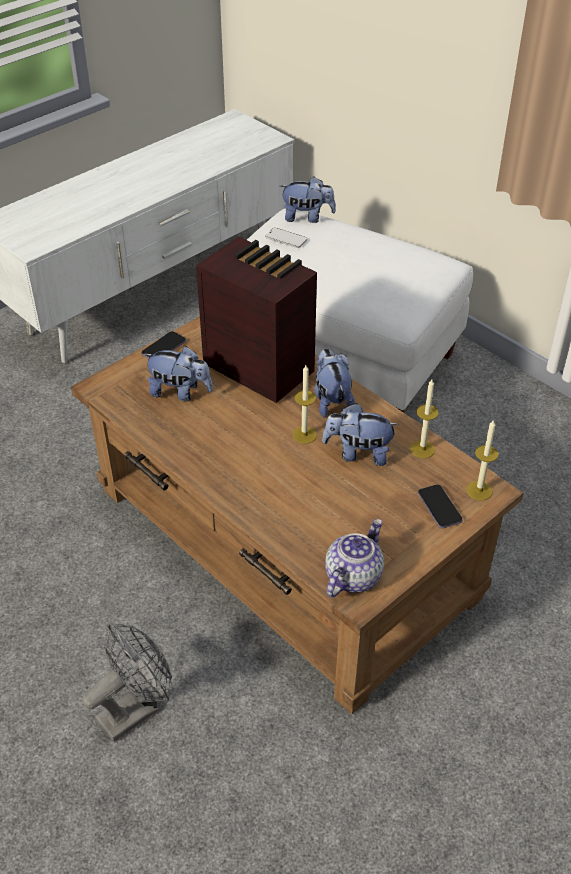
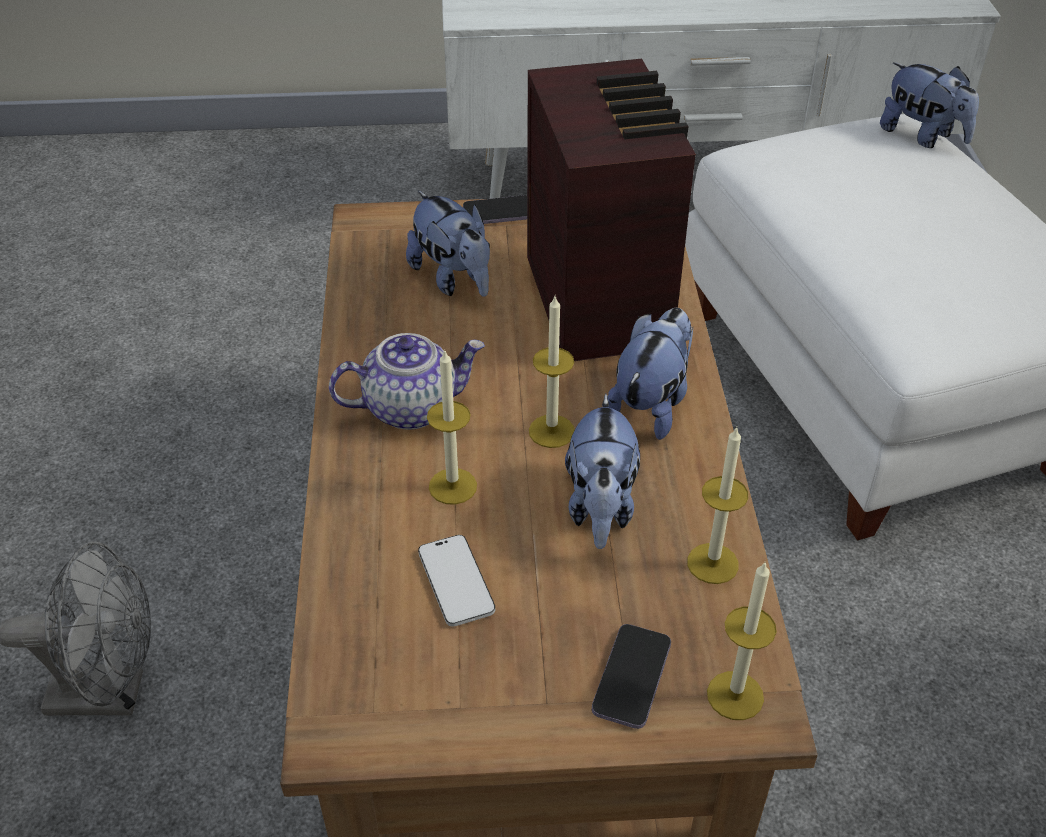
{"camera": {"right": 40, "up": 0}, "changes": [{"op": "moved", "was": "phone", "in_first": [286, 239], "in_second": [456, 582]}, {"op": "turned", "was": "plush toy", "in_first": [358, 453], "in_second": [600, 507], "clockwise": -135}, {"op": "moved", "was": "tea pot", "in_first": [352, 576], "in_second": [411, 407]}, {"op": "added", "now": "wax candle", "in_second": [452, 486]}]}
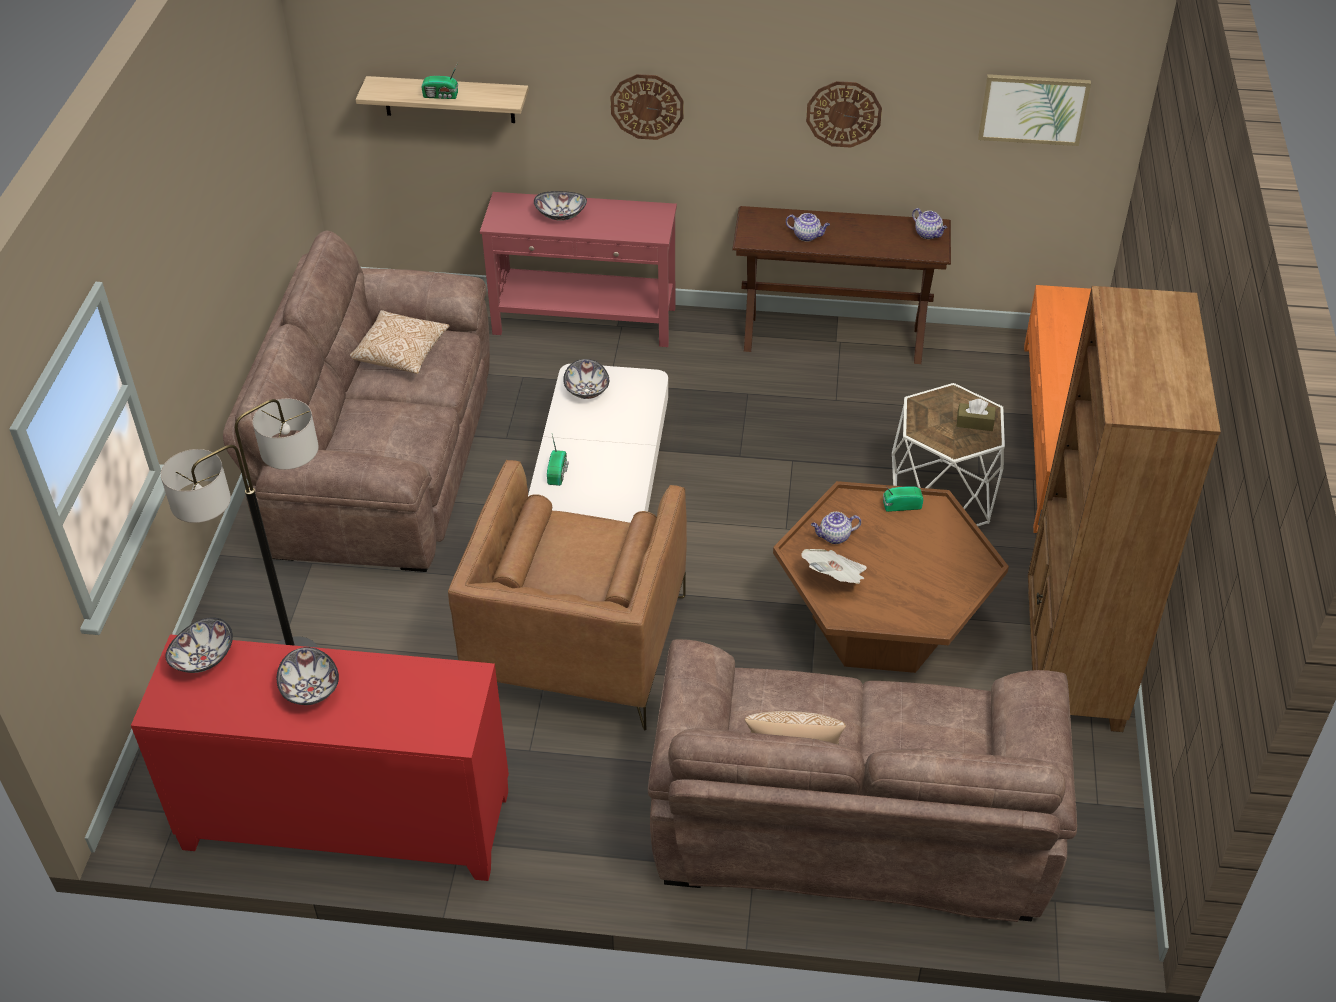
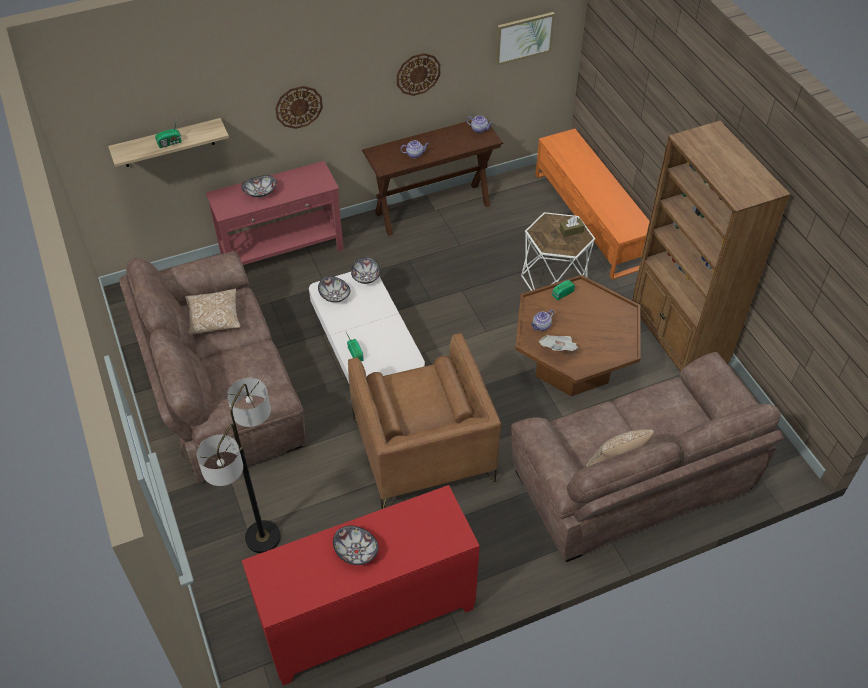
{"camera": {"right": -30, "up": 5}, "changes": [{"op": "moved", "was": "deep dish", "in_first": [203, 658], "in_second": [365, 277]}]}
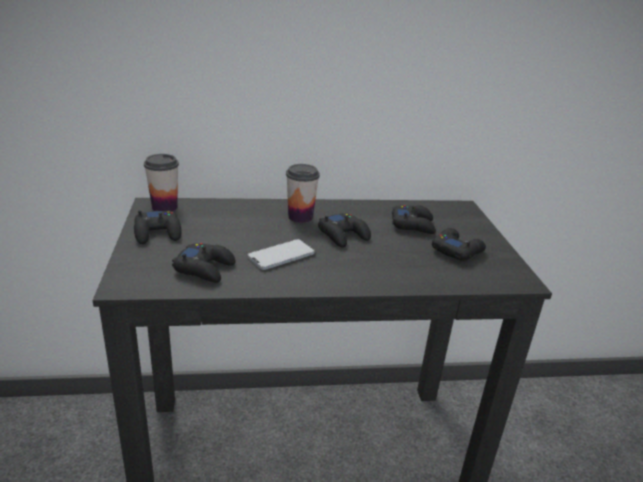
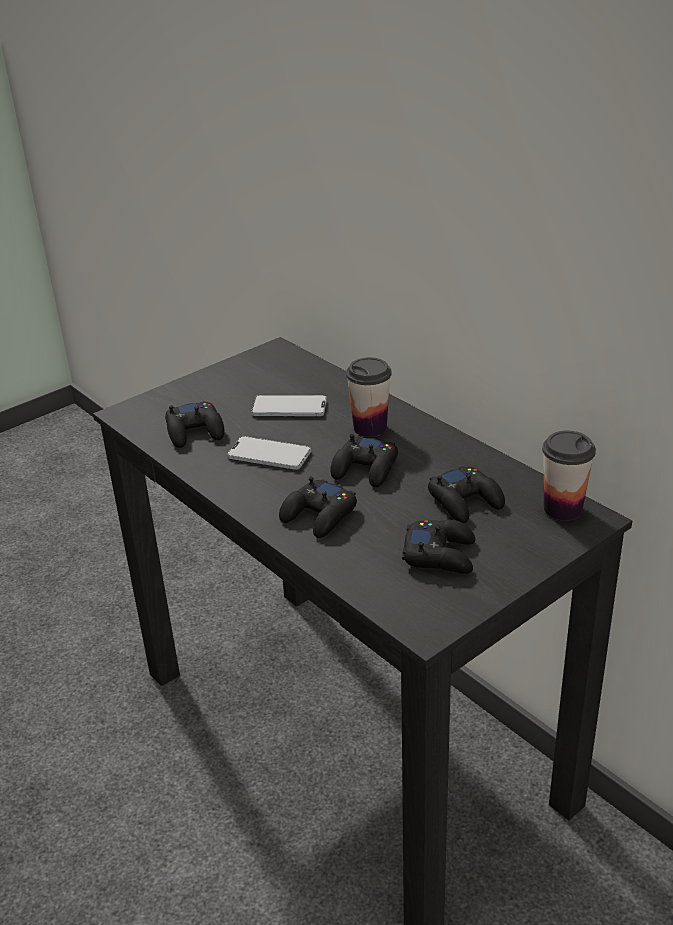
{"camera": {"right": 60, "up": 5}, "changes": [{"op": "moved", "was": "gamepad in black-coloured", "in_first": [158, 233], "in_second": [319, 516]}, {"op": "moved", "was": "drinking cup", "in_first": [164, 207], "in_second": [562, 509]}, {"op": "added", "now": "phone", "in_second": [289, 407]}]}
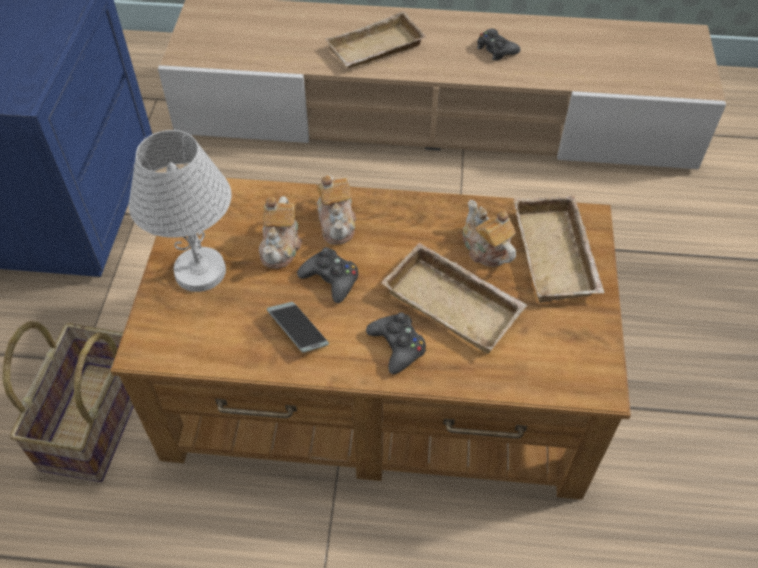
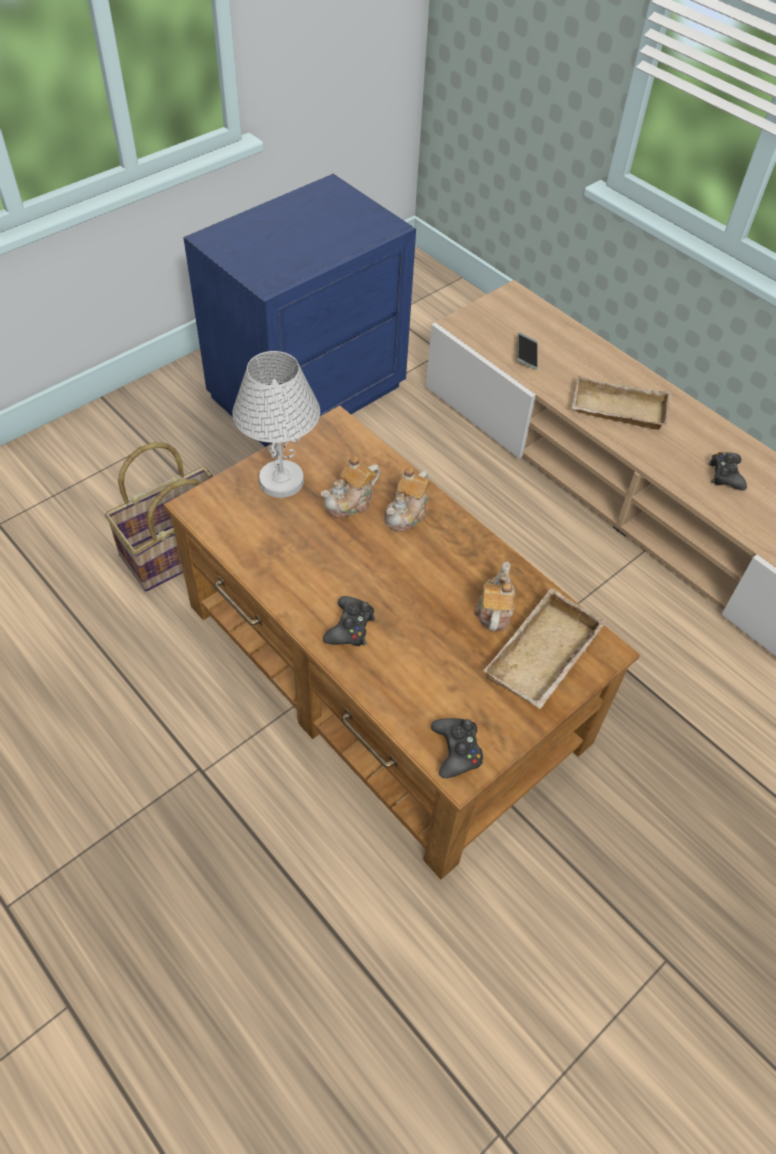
{"camera": {"right": 40, "up": 0}, "changes": [{"op": "moved", "was": "phone", "in_first": [298, 330], "in_second": [526, 355]}, {"op": "moved", "was": "gamepad in black-coloured", "in_first": [331, 279], "in_second": [457, 750]}, {"op": "removed", "was": "carrying tray in sand-coloured", "in_first": [456, 302]}]}
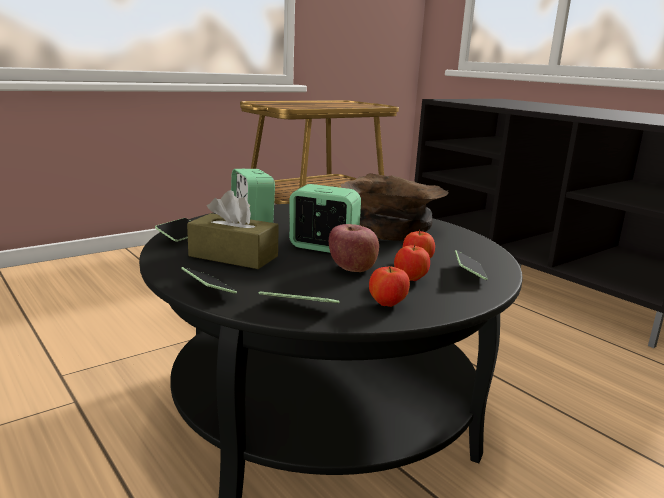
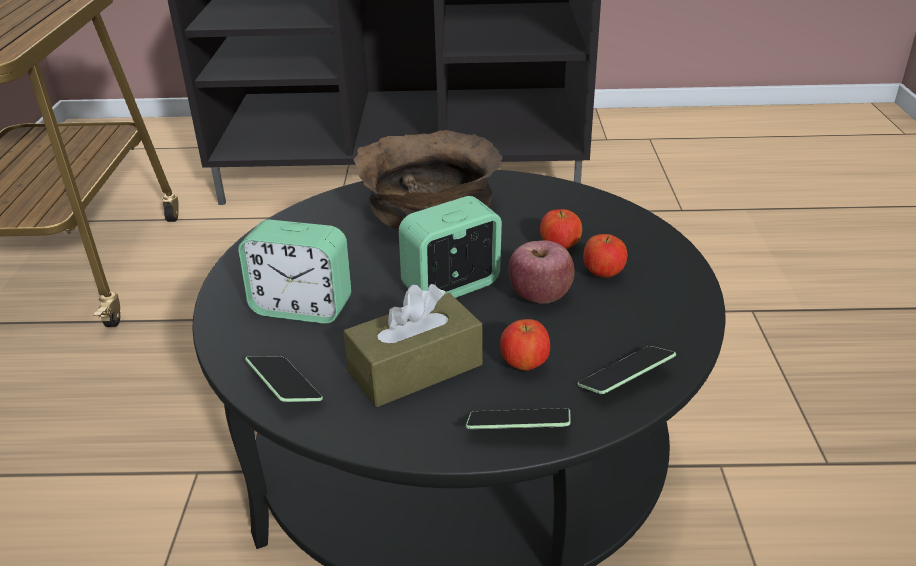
{"camera": {"right": -50, "up": 15}, "changes": [{"op": "moved", "was": "apple", "in_first": [387, 304], "in_second": [524, 365]}, {"op": "removed", "was": "phone", "in_first": [469, 273]}]}
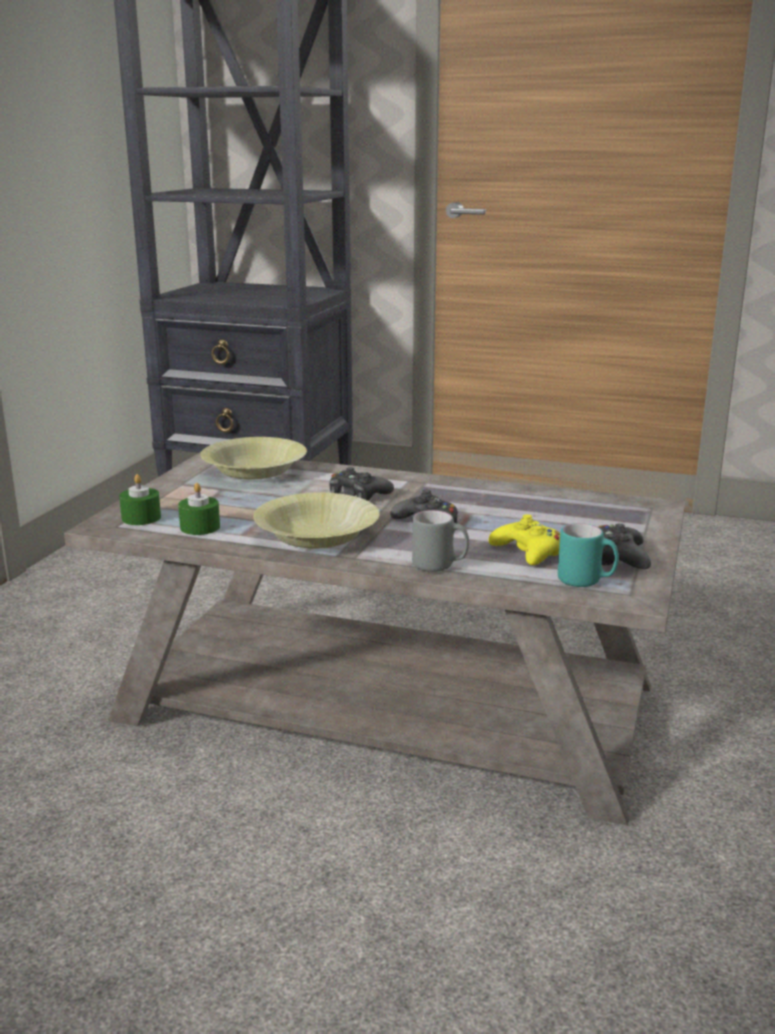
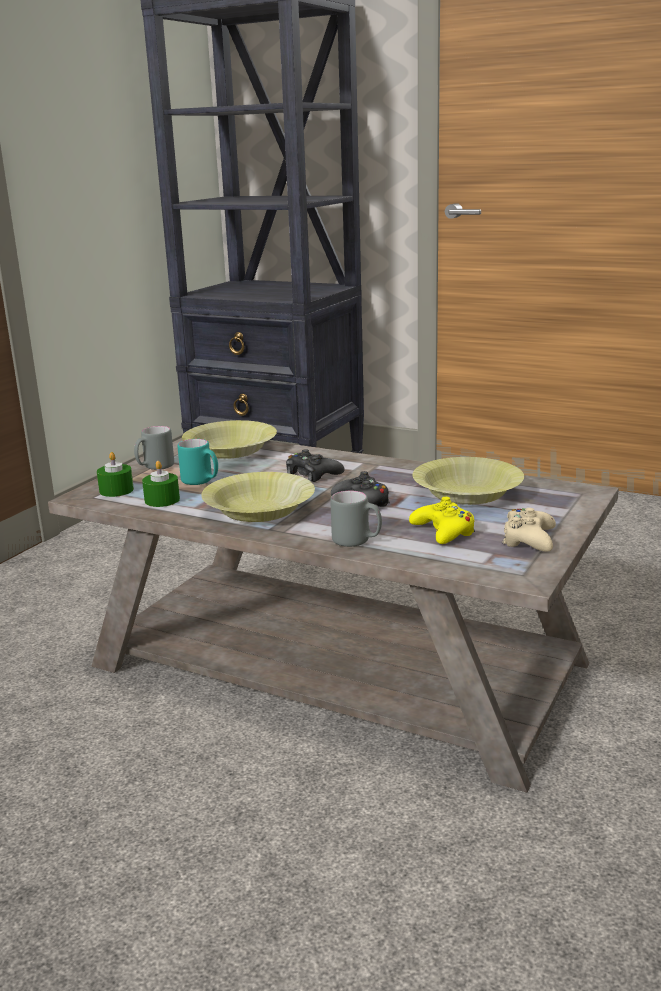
{"camera": {"right": 10, "up": 0}, "changes": [{"op": "moved", "was": "coffee mug in turquoise-coloured", "in_first": [586, 581], "in_second": [201, 482]}, {"op": "recoloured", "was": "gamepad in black-coloured", "now": "gamepad in sand-coloured", "in_first": [619, 557], "in_second": [528, 539]}, {"op": "added", "now": "coffee mug in grey", "in_second": [155, 467]}, {"op": "added", "now": "deep dish in yellow", "in_second": [467, 494]}]}
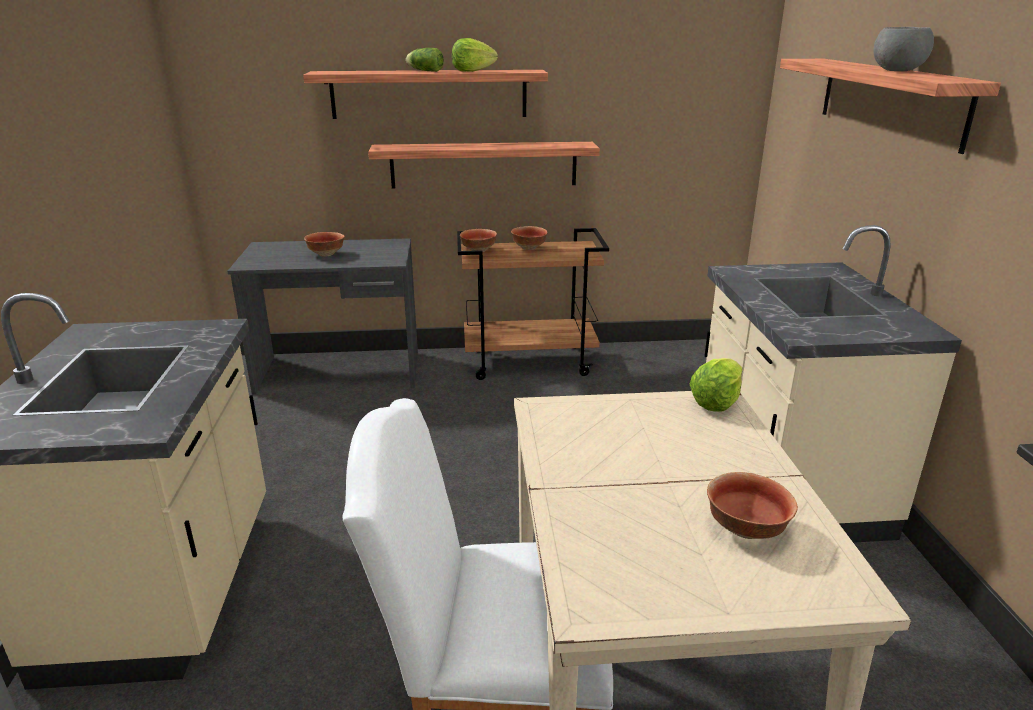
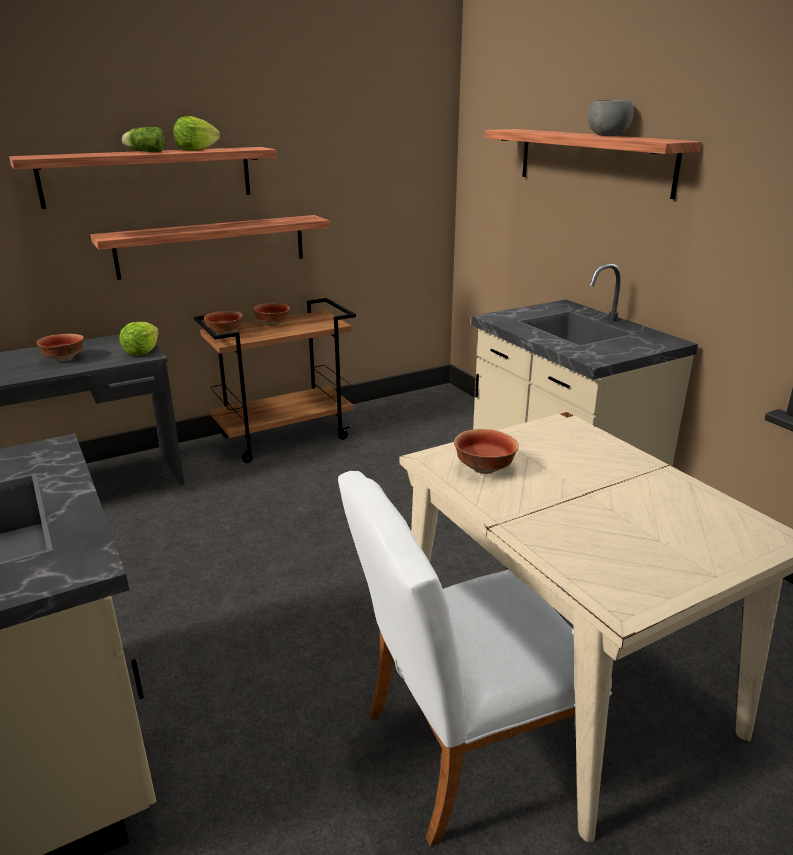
{"camera": {"right": -25, "up": 0}, "changes": [{"op": "moved", "was": "lettuce", "in_first": [716, 402], "in_second": [142, 351]}, {"op": "moved", "was": "deep dish", "in_first": [746, 528], "in_second": [484, 468]}]}
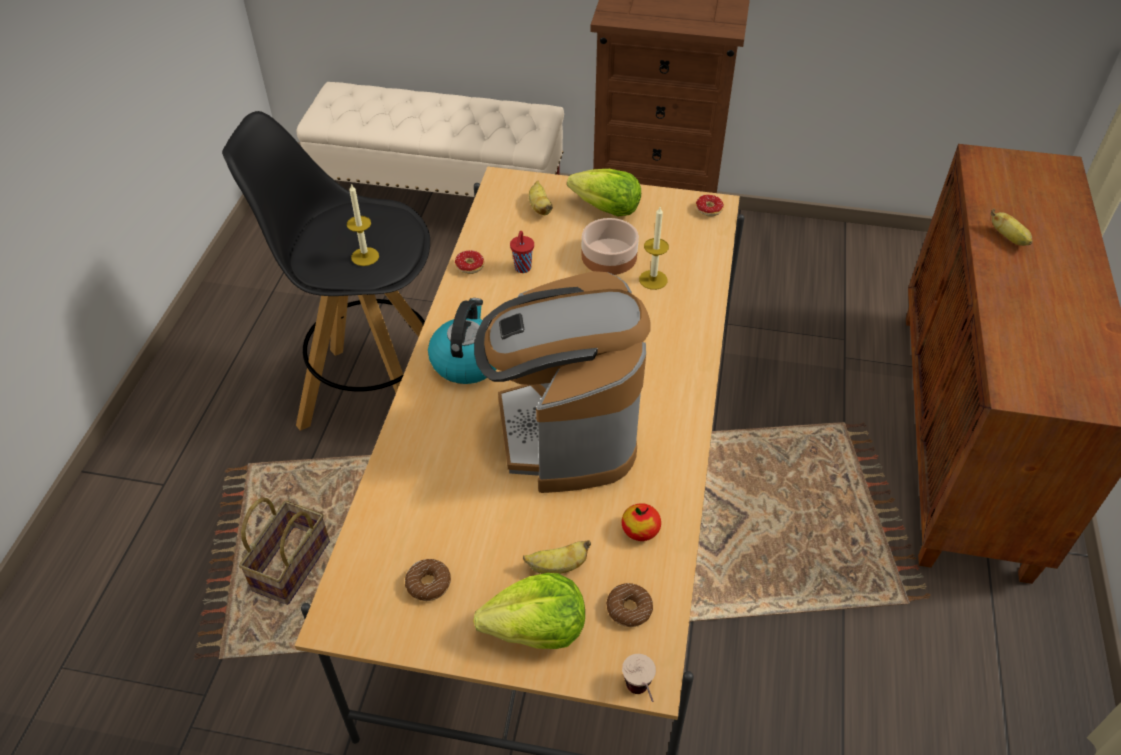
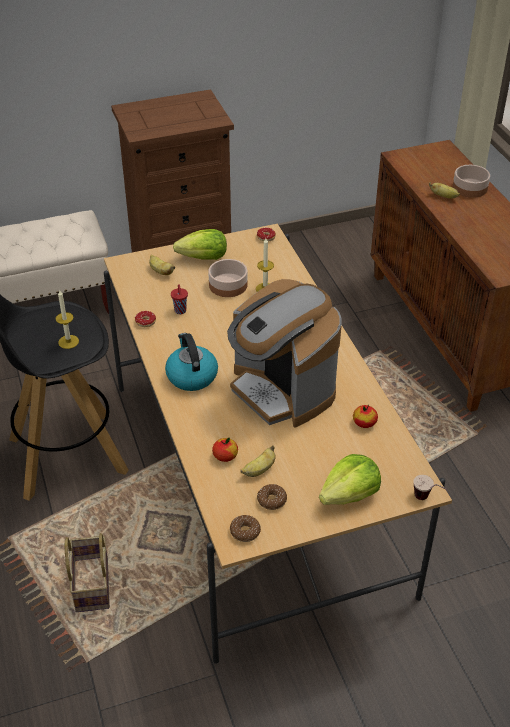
{"camera": {"right": -30, "up": -5}, "changes": [{"op": "moved", "was": "banana fruit", "in_first": [557, 567], "in_second": [259, 470]}, {"op": "moved", "was": "donut", "in_first": [629, 609], "in_second": [245, 532]}, {"op": "added", "now": "apple", "in_second": [225, 456]}, {"op": "added", "now": "deep dish", "in_second": [470, 188]}]}
